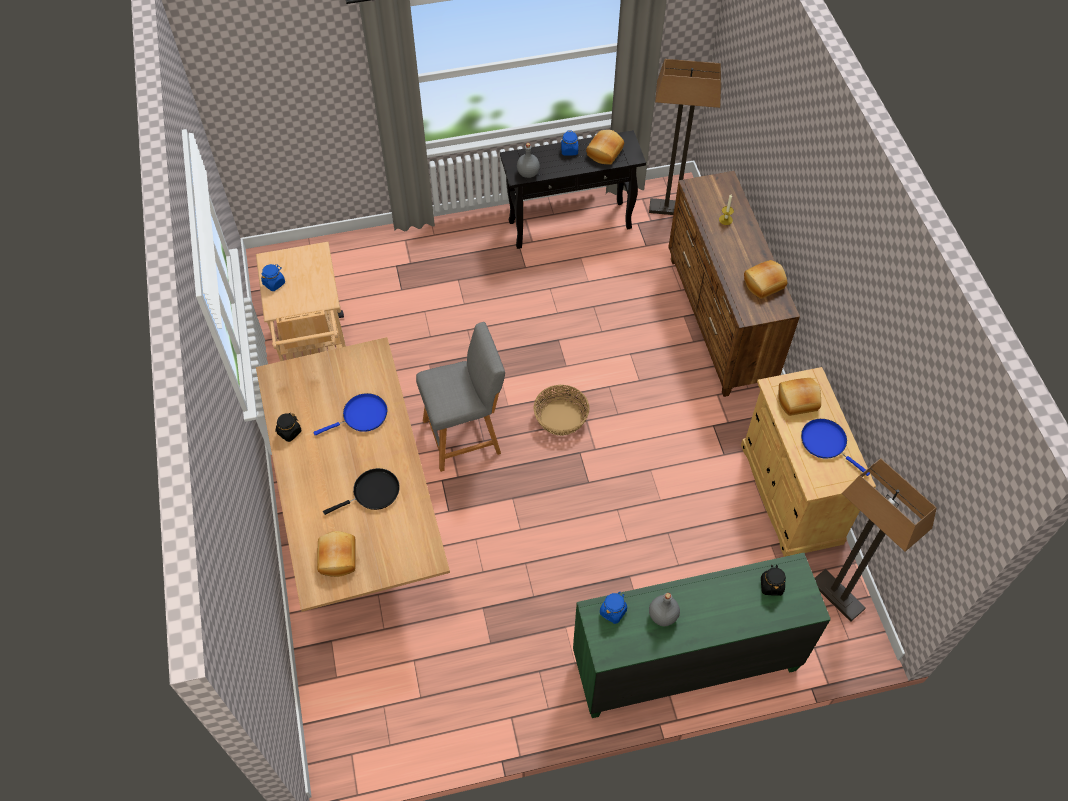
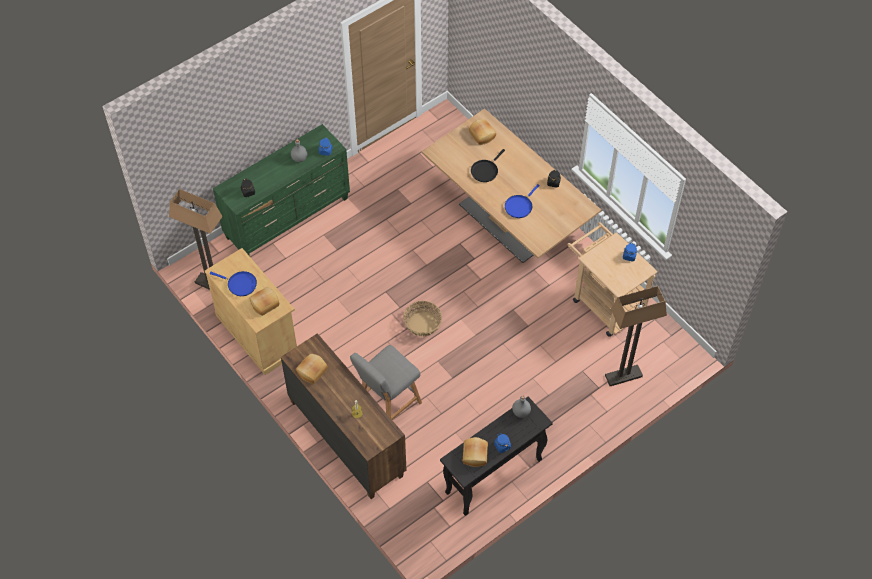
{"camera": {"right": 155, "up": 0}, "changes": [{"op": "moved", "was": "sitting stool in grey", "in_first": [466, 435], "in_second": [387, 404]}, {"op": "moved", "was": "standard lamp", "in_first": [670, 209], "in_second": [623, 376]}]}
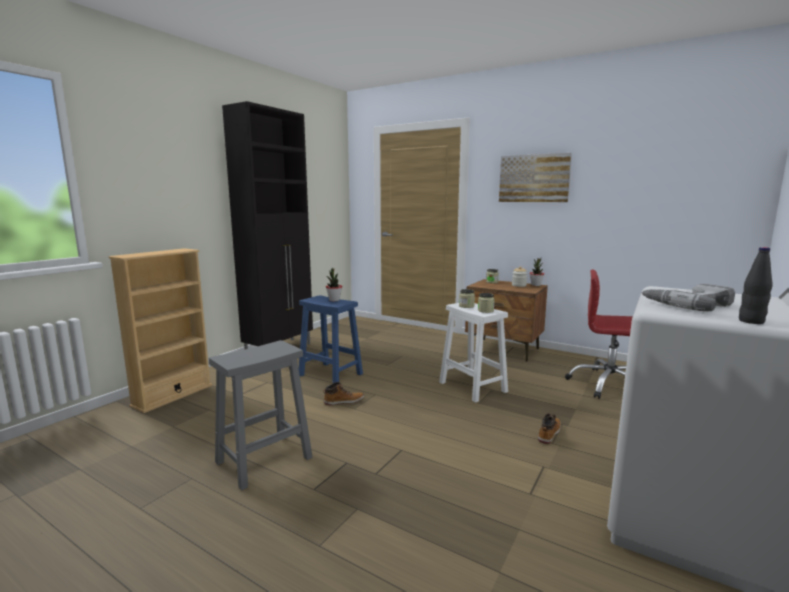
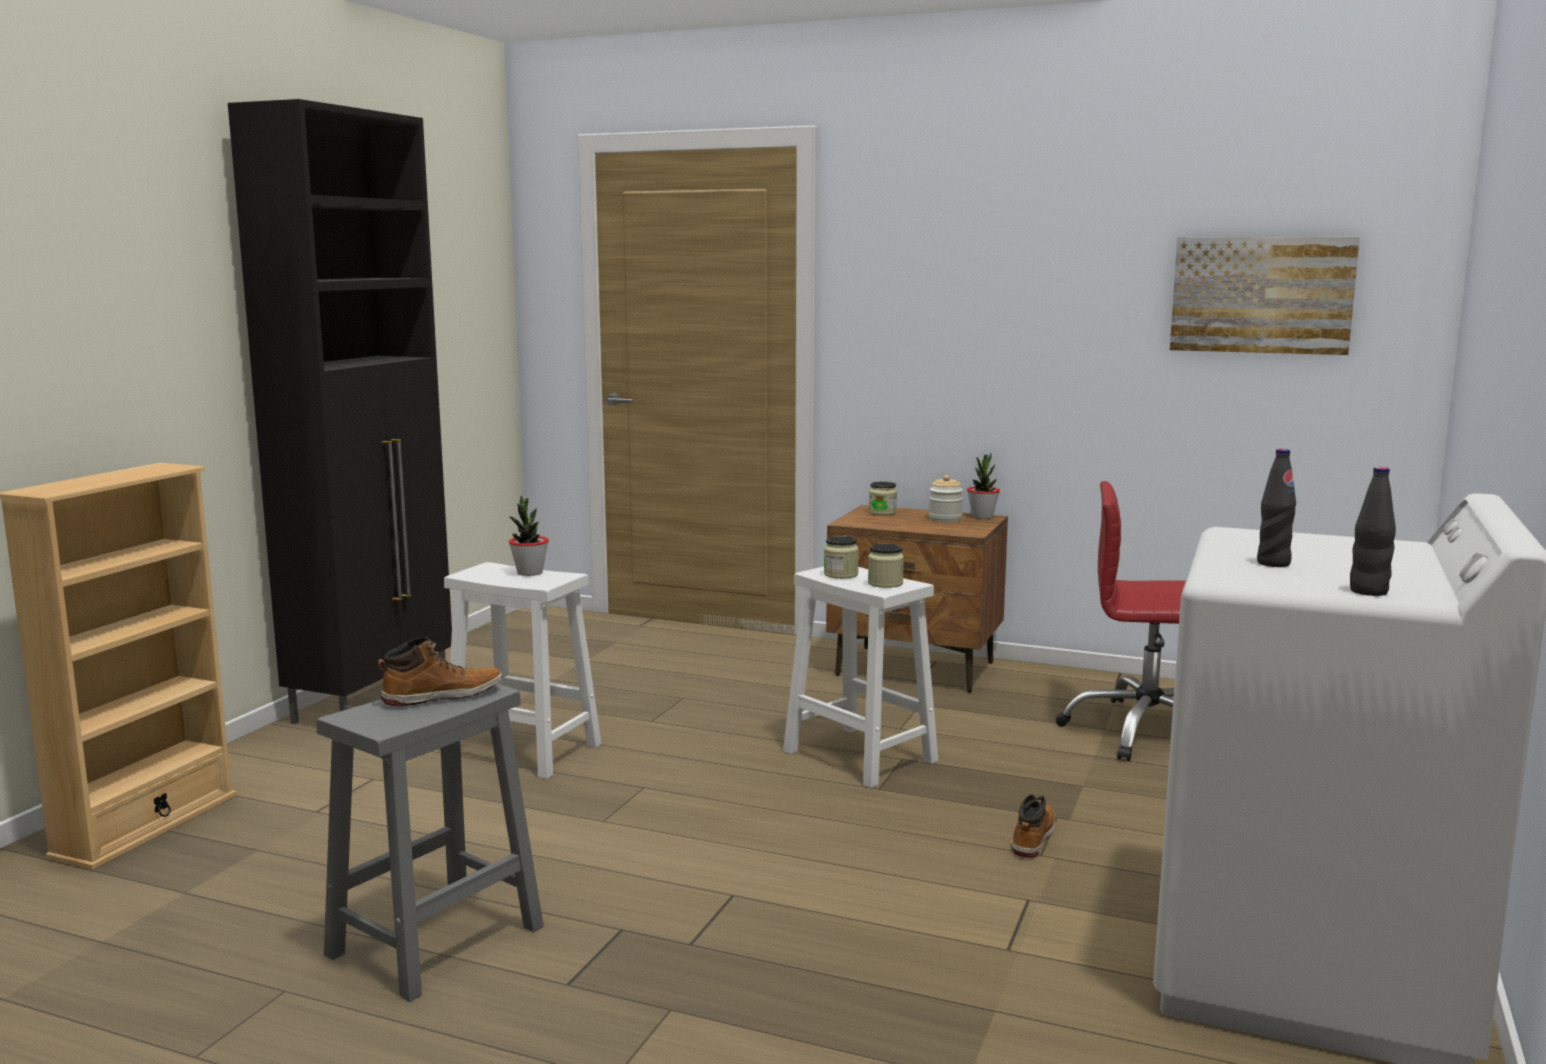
{"camera": {"right": -10, "up": 0}, "changes": [{"op": "recoloured", "was": "sitting stool in blue-coloured", "now": "sitting stool in whitish", "in_first": [331, 375], "in_second": [526, 751]}, {"op": "moved", "was": "boot", "in_first": [343, 401], "in_second": [442, 695]}, {"op": "moved", "was": "wall art", "in_first": [534, 178], "in_second": [1261, 295]}, {"op": "replaced", "was": "electric drill", "now": "beverage bottle in black-coloured", "in_first": [687, 304], "in_second": [1273, 563]}]}
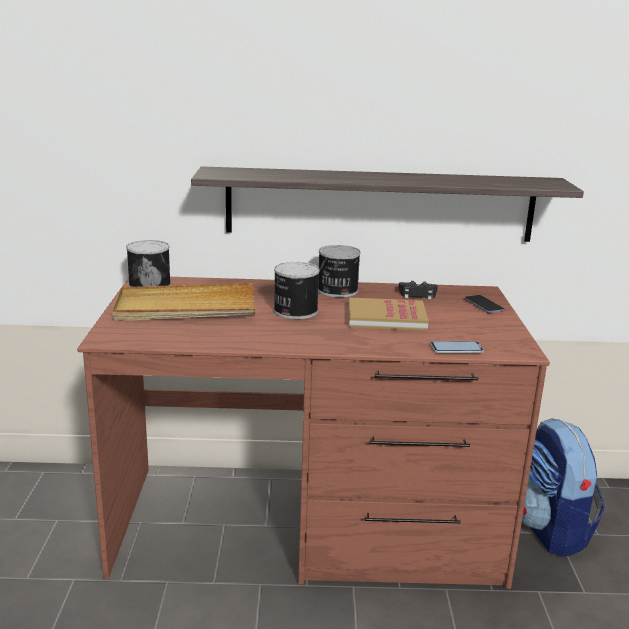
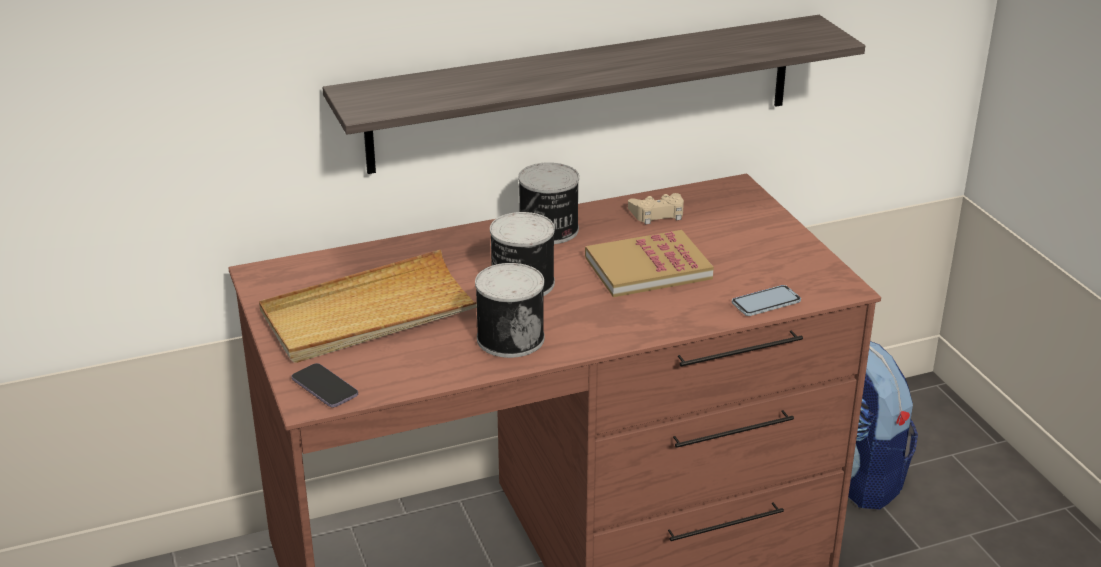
{"camera": {"right": -20, "up": 10}, "changes": [{"op": "moved", "was": "sealed can", "in_first": [150, 285], "in_second": [510, 337]}, {"op": "recoloured", "was": "gamepad in black-coloured", "now": "gamepad in sand-coloured", "in_first": [417, 294], "in_second": [658, 214]}, {"op": "moved", "was": "phone", "in_first": [483, 305], "in_second": [324, 387]}]}
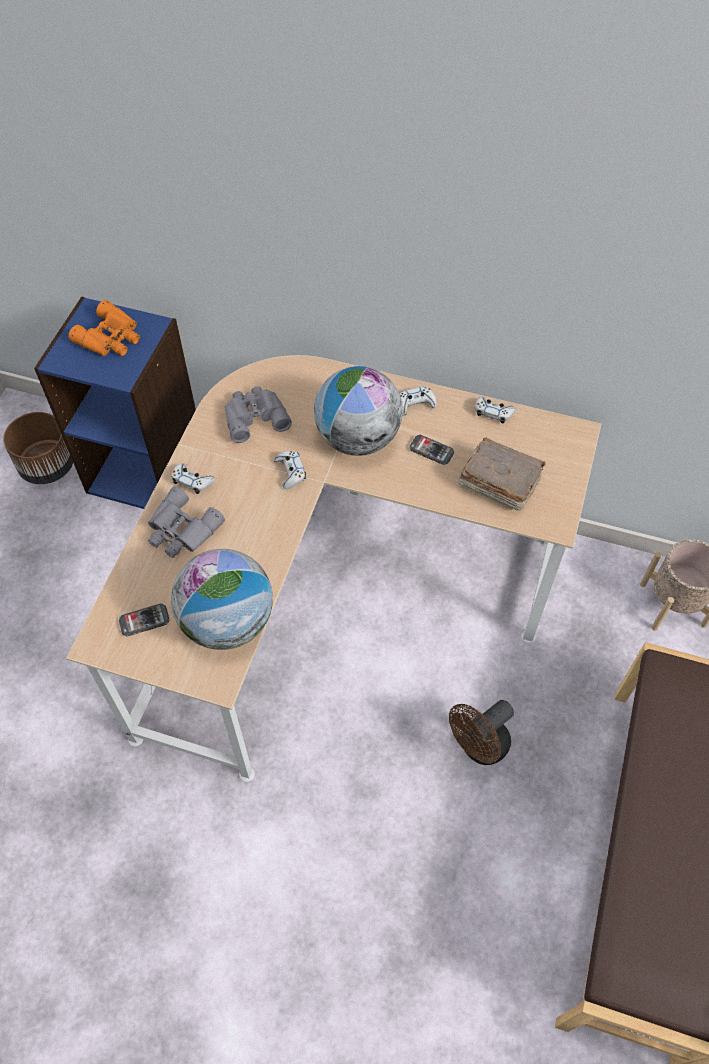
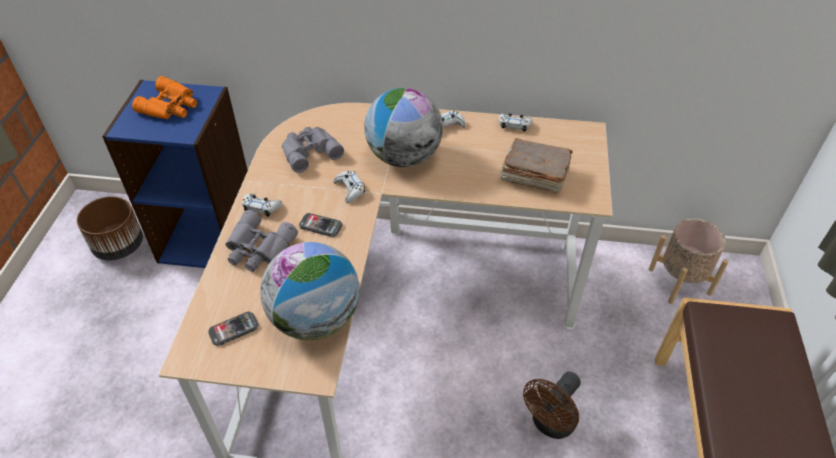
{"camera": {"right": -10, "up": -10}, "changes": [{"op": "moved", "was": "phone", "in_first": [431, 450], "in_second": [320, 226]}]}
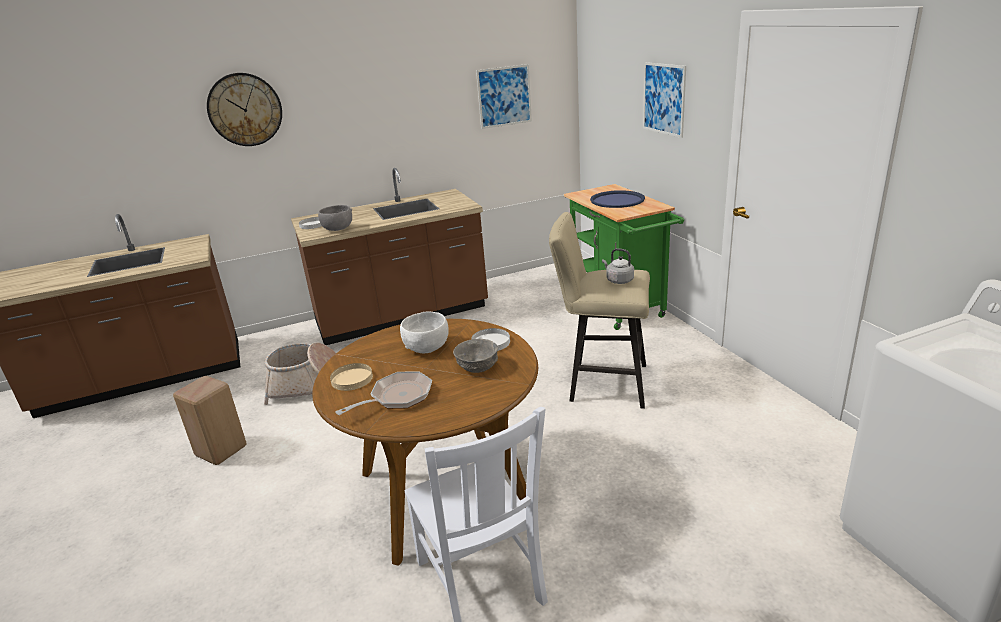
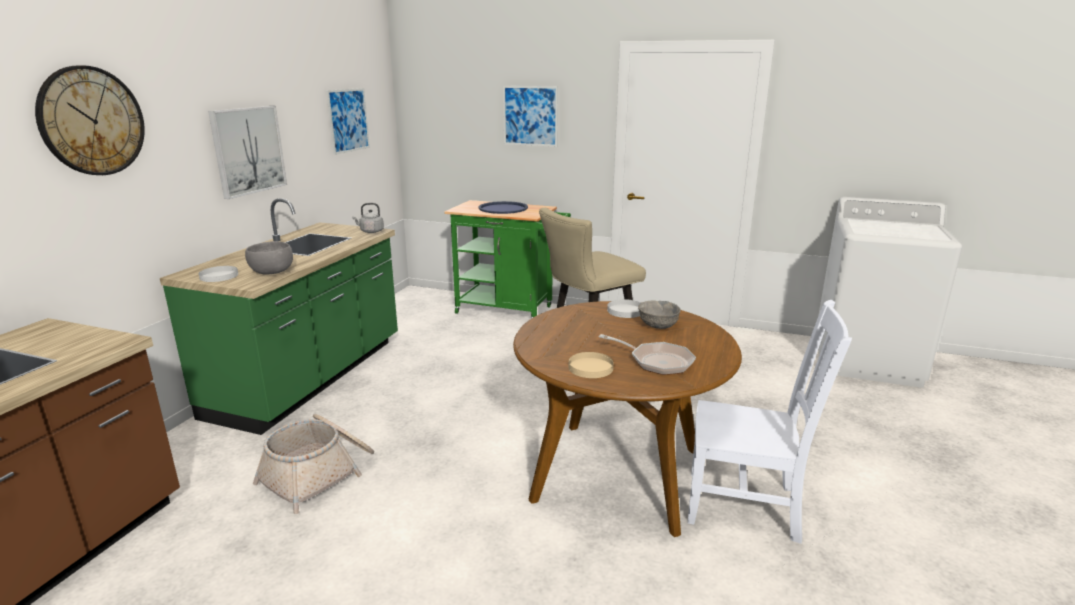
{"camera": {"right": -50, "up": -5}, "changes": [{"op": "removed", "was": "sitting stool in sand-coloured", "in_first": [222, 450]}, {"op": "recoloured", "was": "counter in brown-coloured", "now": "counter in green", "in_first": [402, 316], "in_second": [310, 378]}, {"op": "turned", "was": "pan", "in_first": [397, 397], "in_second": [656, 361], "clockwise": 120}, {"op": "removed", "was": "deep dish in whitish", "in_first": [427, 347]}, {"op": "moved", "was": "tea kettle in grey", "in_first": [618, 280], "in_second": [370, 231]}, {"op": "added", "now": "wall art", "in_second": [248, 150]}]}
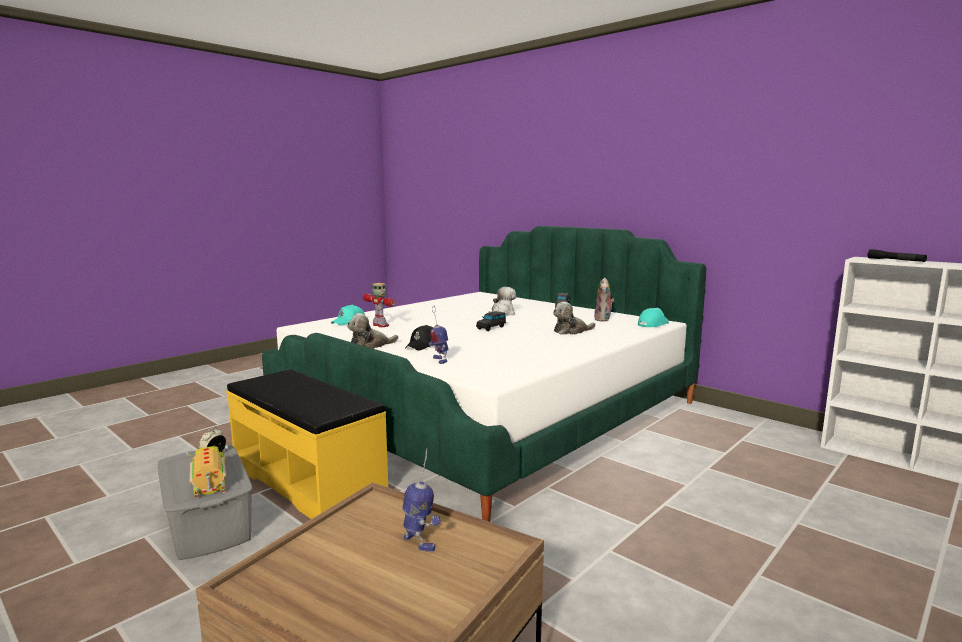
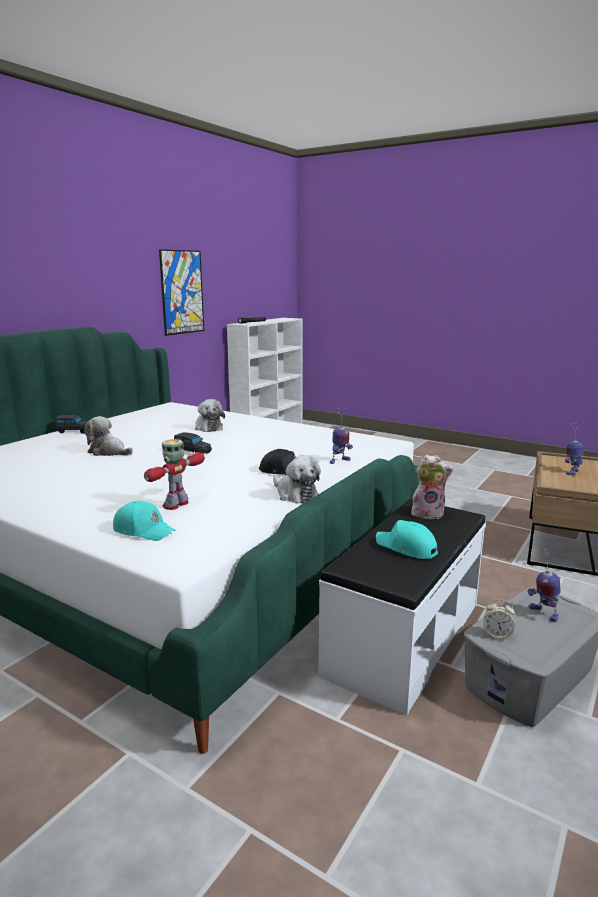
{"camera": {"right": -100, "up": 5}, "changes": [{"op": "replaced", "was": "model truck", "now": "robot figure", "in_first": [210, 479], "in_second": [543, 613]}, {"op": "recoloured", "was": "bench in yellow", "now": "bench in whitish", "in_first": [309, 480], "in_second": [403, 637]}, {"op": "moved", "was": "plush toy", "in_first": [603, 319], "in_second": [428, 513]}, {"op": "moved", "was": "cap in turquoise-coloured", "in_first": [652, 324], "in_second": [406, 548]}, {"op": "added", "now": "wall art", "in_second": [182, 292]}]}
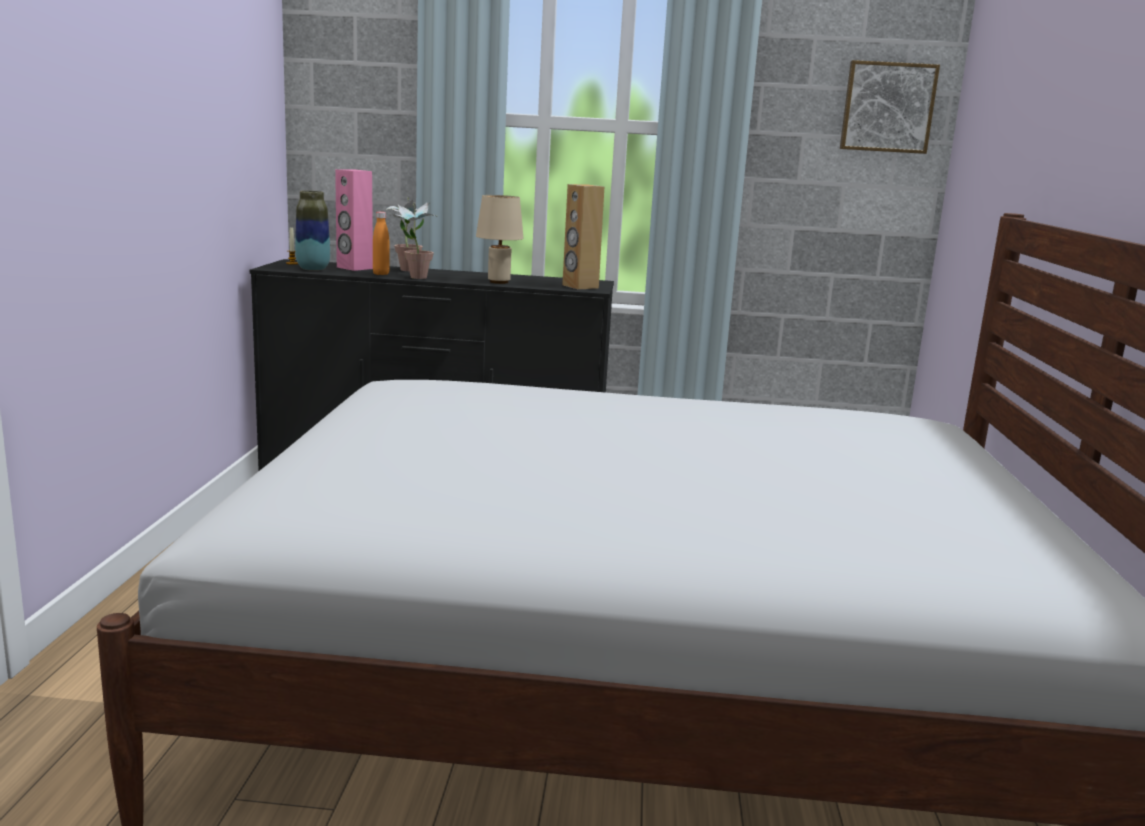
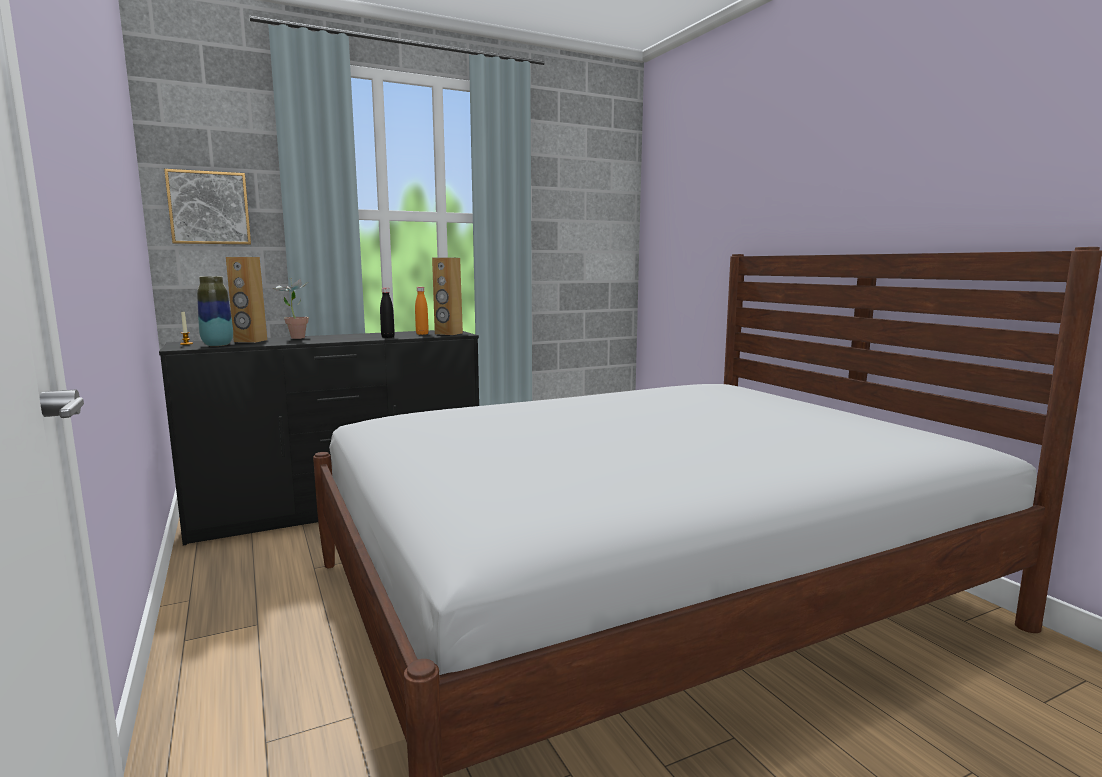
{"camera": {"right": -30, "up": -5}, "changes": [{"op": "recoloured", "was": "loudspeaker in pinkish", "now": "loudspeaker in brown-coloured", "in_first": [354, 268], "in_second": [250, 341]}, {"op": "moved", "was": "beverage bottle in orange", "in_first": [381, 274], "in_second": [422, 334]}, {"op": "removed", "was": "houseplant", "in_first": [414, 278]}, {"op": "replaced", "was": "tabletop lamp in sand-coloured", "now": "beverage bottle in black-coloured", "in_first": [498, 282], "in_second": [388, 337]}, {"op": "moved", "was": "wall art", "in_first": [887, 107], "in_second": [209, 208]}]}
